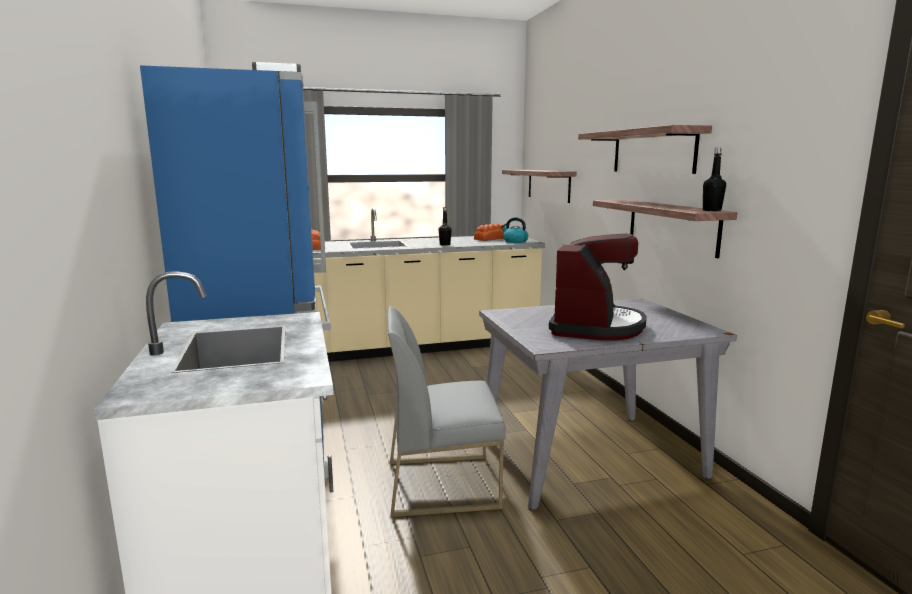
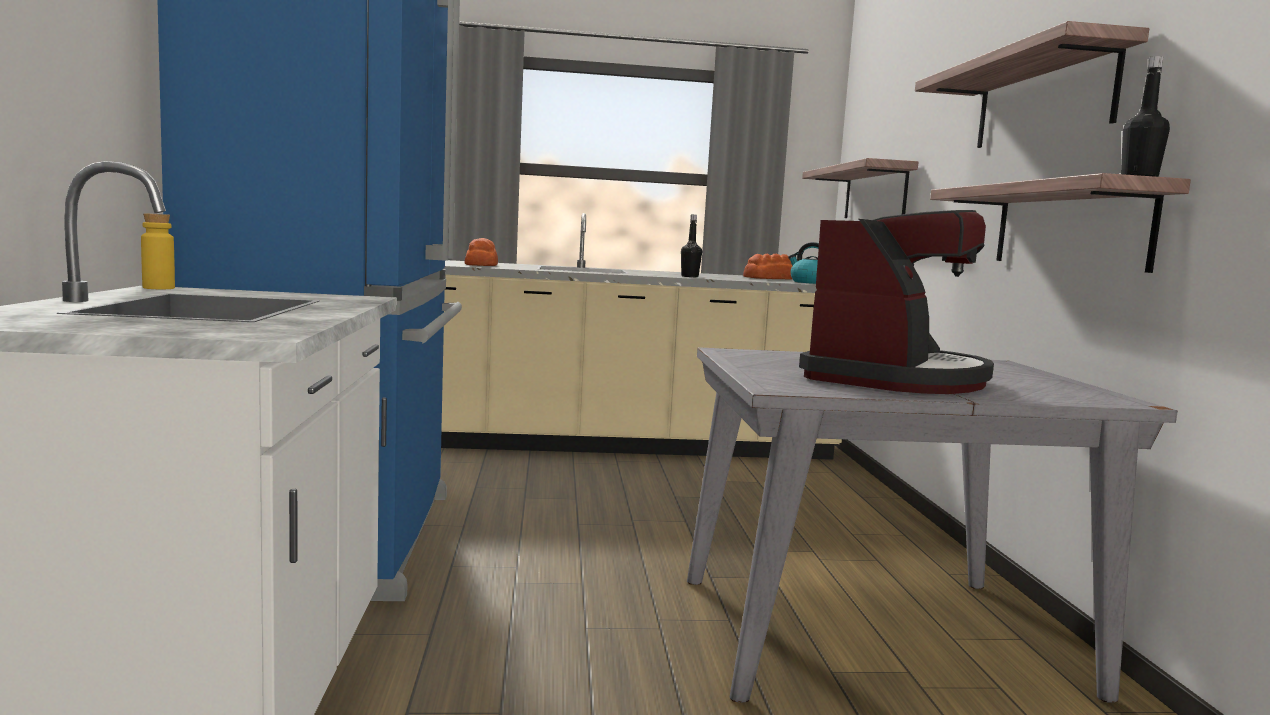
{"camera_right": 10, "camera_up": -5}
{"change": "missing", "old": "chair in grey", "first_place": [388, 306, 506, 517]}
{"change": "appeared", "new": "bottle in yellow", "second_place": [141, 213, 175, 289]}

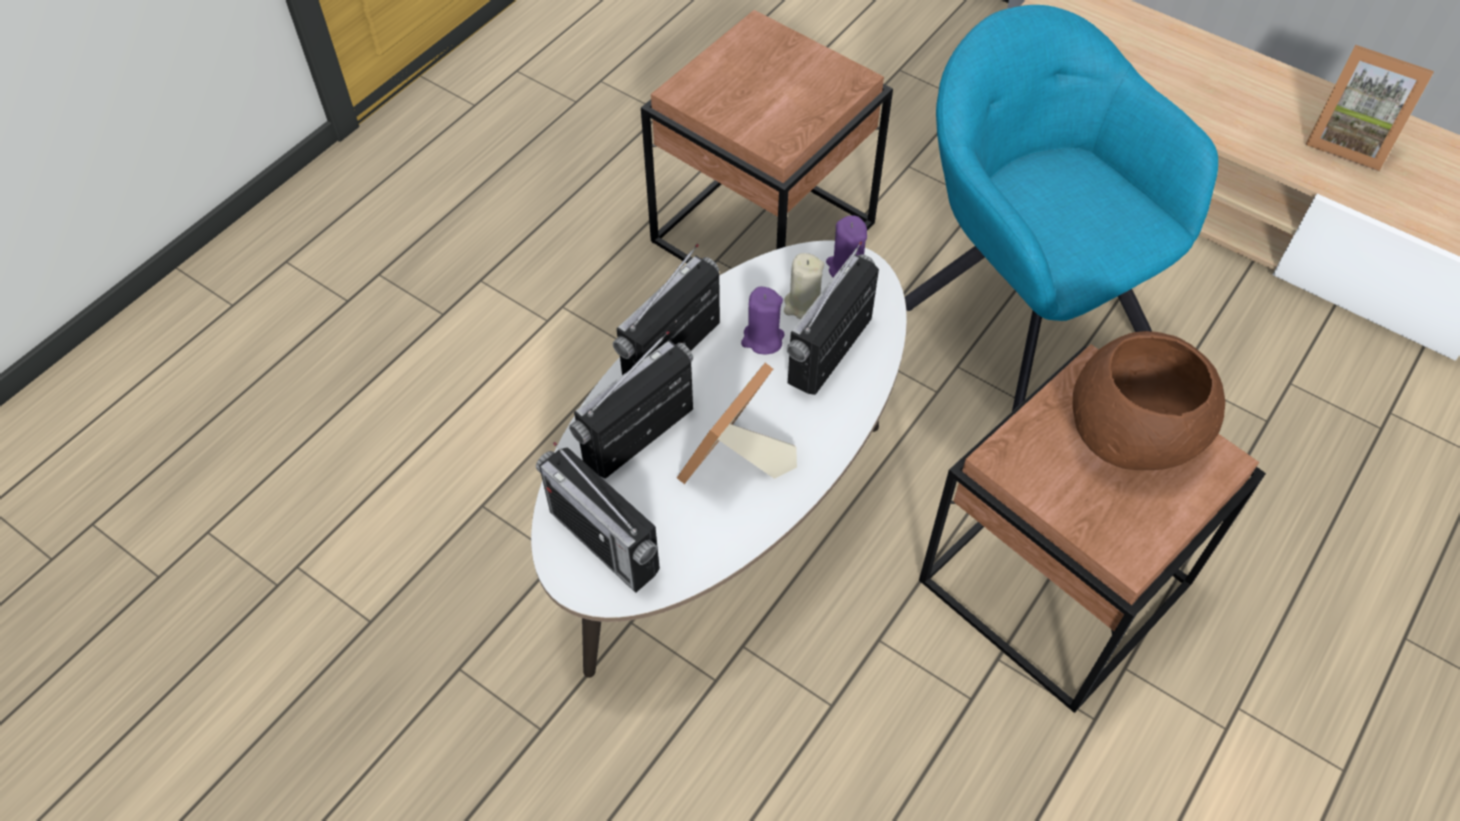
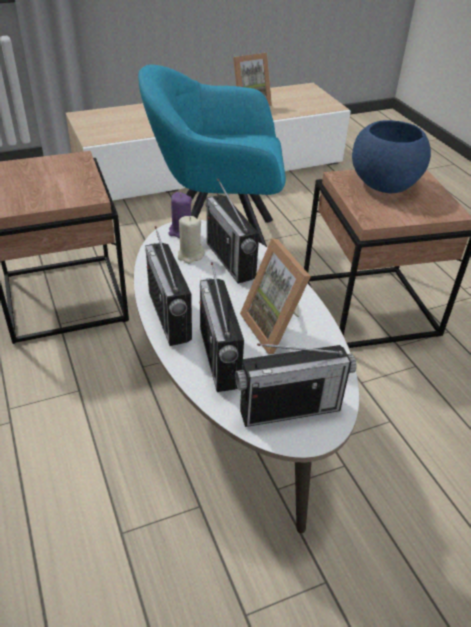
{"camera_right": -60, "camera_up": -15}
{"change": "missing", "old": "candle in purple", "first_place": [741, 287, 785, 354]}
{"change": "colour", "old": "bowl in brown", "new": "bowl in blue", "first_place": [1072, 331, 1225, 470], "second_place": [352, 120, 431, 193]}

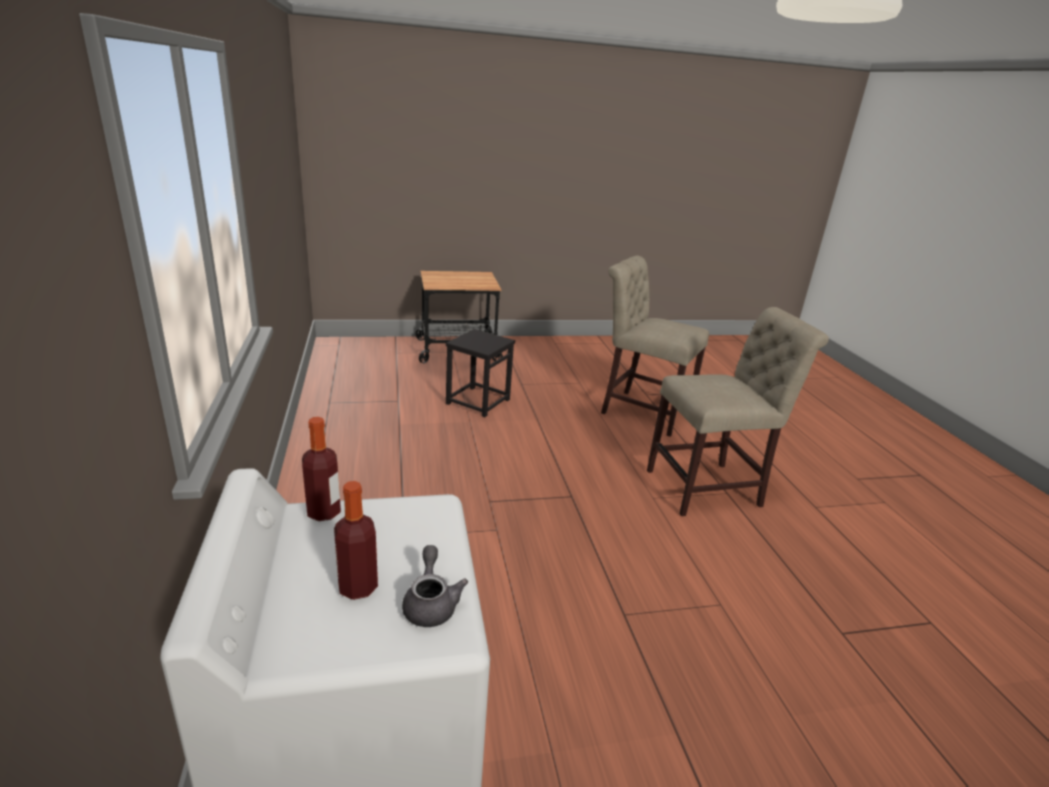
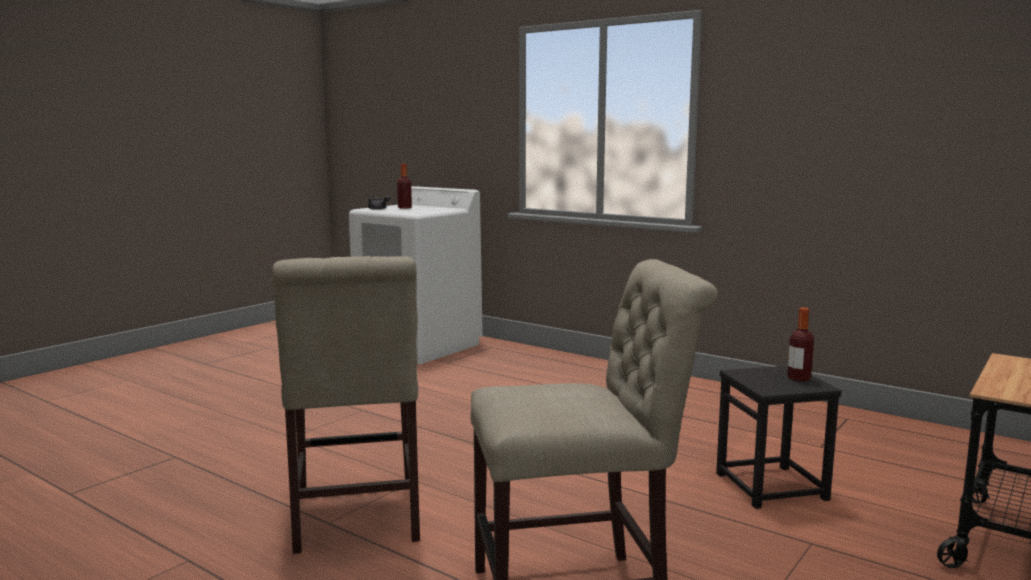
{"camera_right": 140, "camera_up": -15}
{"change": "relocated", "old": "bottle", "first_place": [302, 417, 341, 521], "second_place": [787, 308, 814, 381]}
{"change": "spun", "old": "chair in beige", "first_place": [647, 307, 829, 516], "second_place": [272, 256, 420, 554], "degrees": -45}

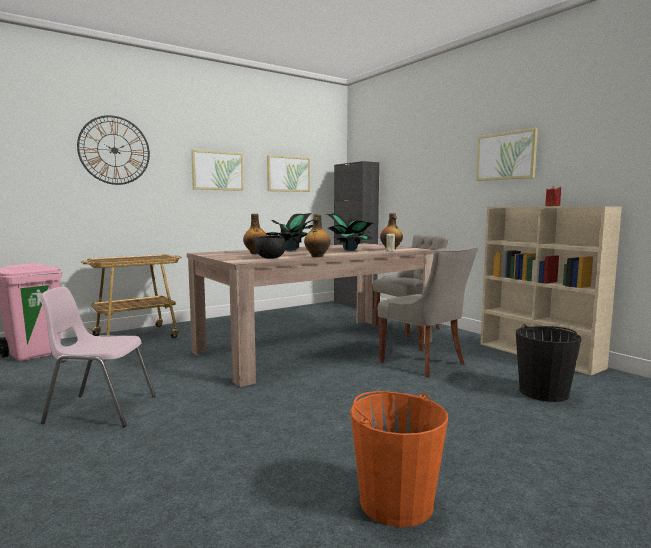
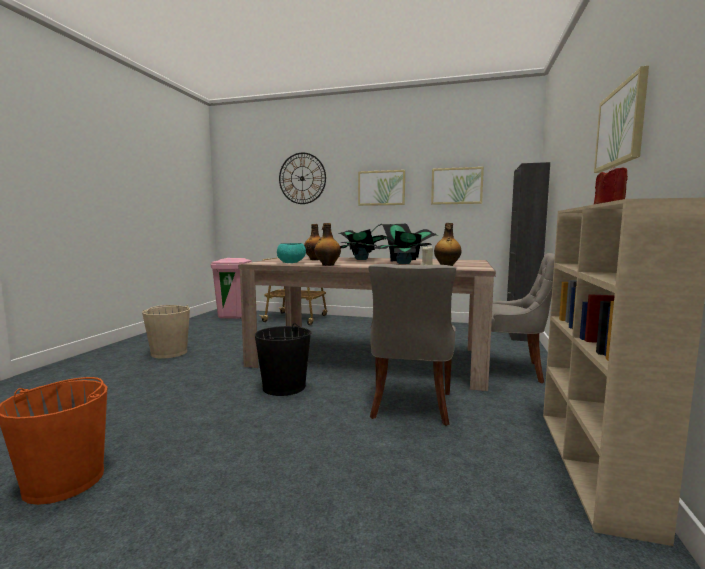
{"camera_right": 50, "camera_up": 0}
{"change": "exchanged", "old": "chair in pink", "new": "bucket in beige", "first_place": [40, 287, 156, 427], "second_place": [142, 305, 190, 359]}
{"change": "colour", "old": "bowl in black", "new": "bowl in turquoise", "first_place": [255, 236, 286, 259], "second_place": [277, 243, 306, 263]}
{"change": "relocated", "old": "bucket in black", "first_place": [516, 324, 581, 402], "second_place": [255, 323, 311, 396]}

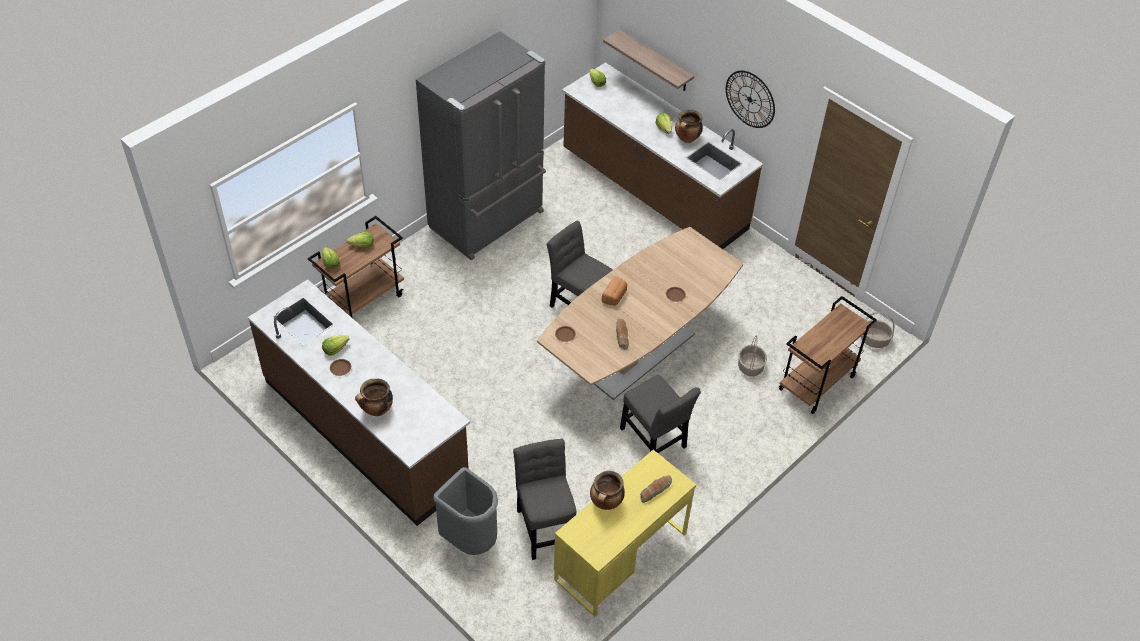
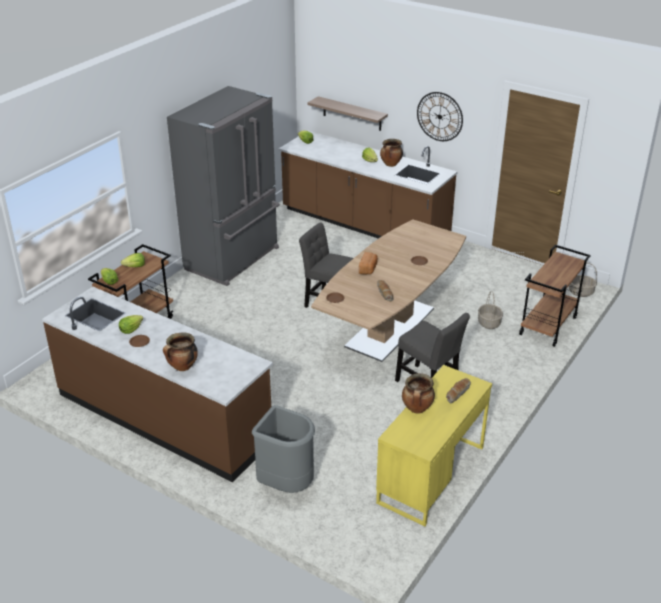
{"camera_right": -10, "camera_up": -15}
{"change": "missing", "old": "chair in grey", "first_place": [513, 439, 576, 560]}

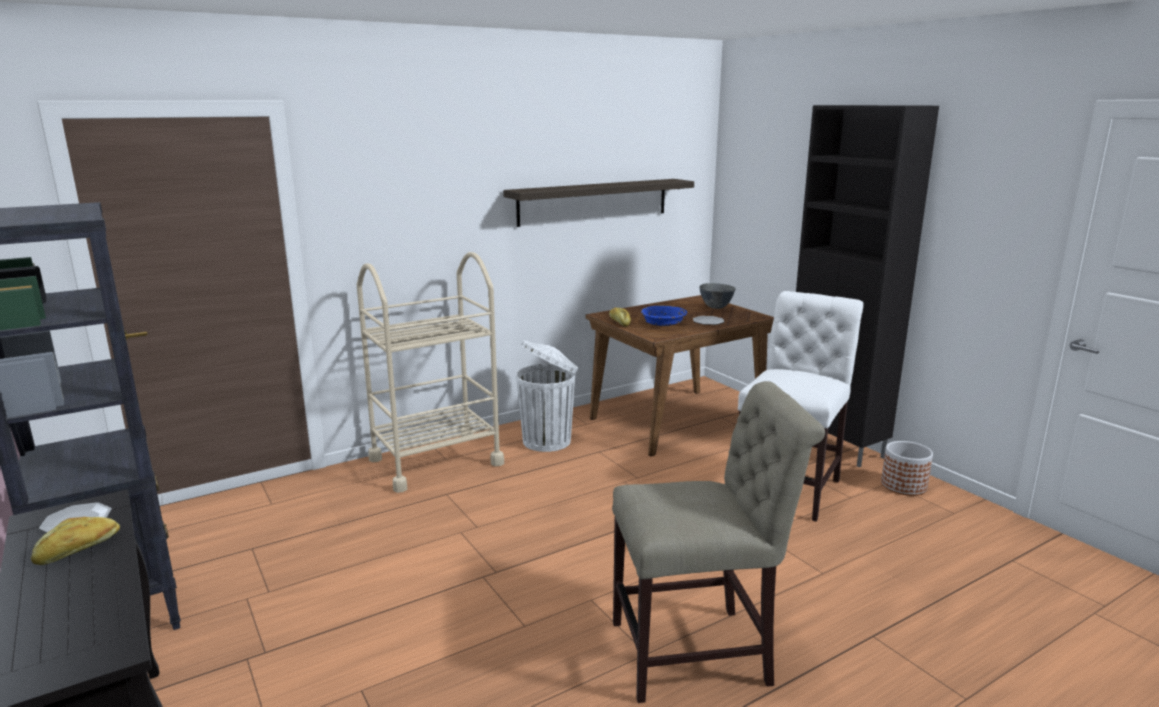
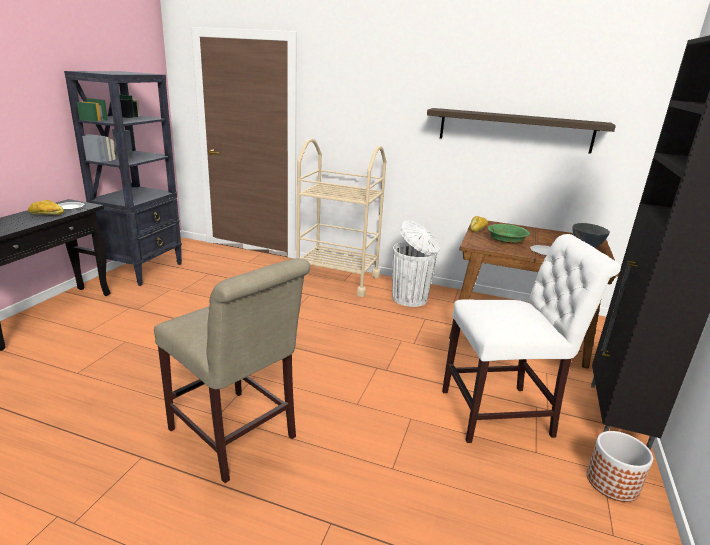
{"camera_right": 50, "camera_up": 5}
{"change": "colour", "old": "bowl in blue", "new": "bowl in green", "first_place": [641, 305, 687, 326], "second_place": [488, 224, 530, 243]}

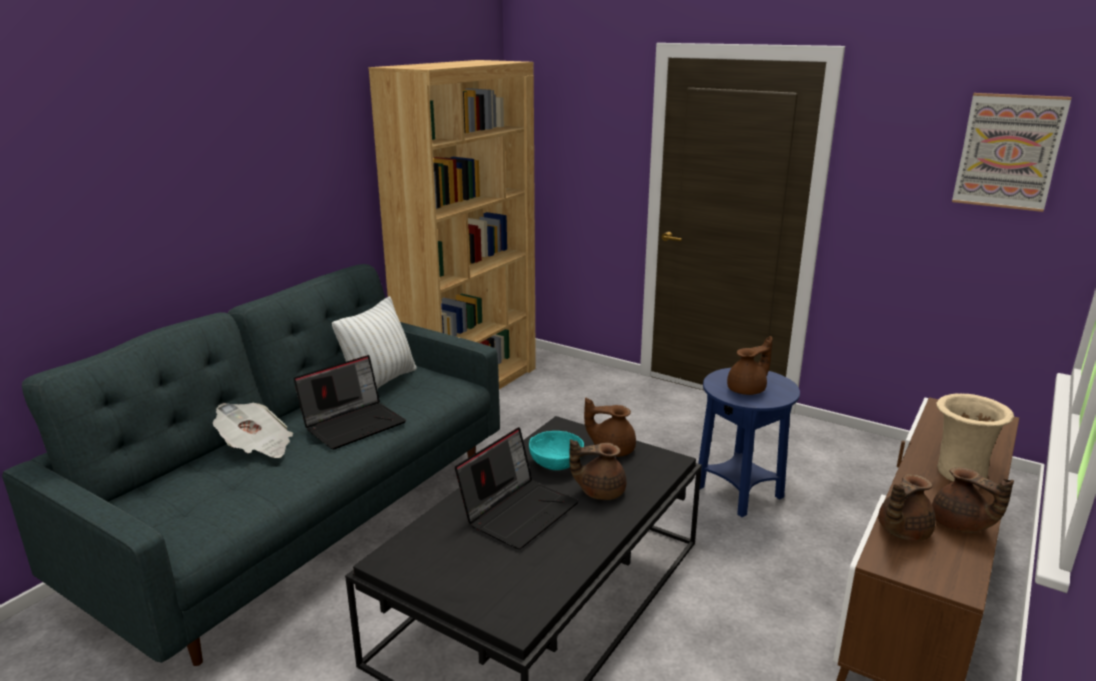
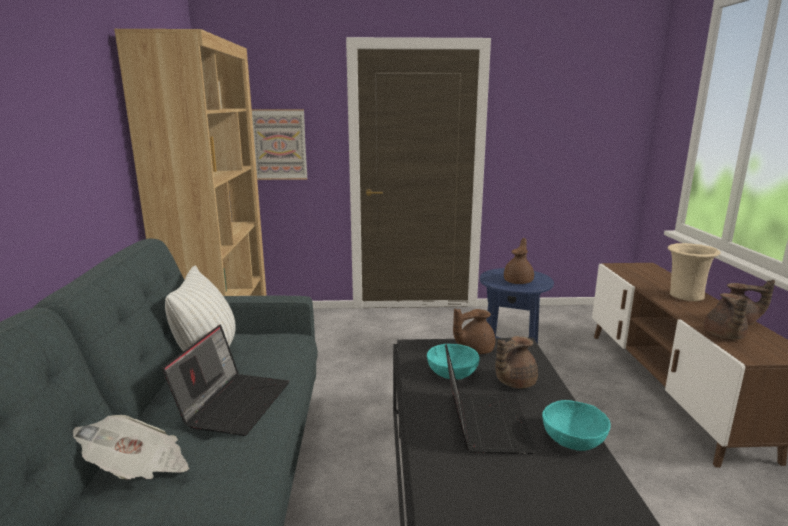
{"camera_right": -35, "camera_up": -5}
{"change": "relocated", "old": "picture", "first_place": [952, 93, 1071, 212], "second_place": [252, 109, 307, 180]}
{"change": "appeared", "new": "bowl in turquoise", "second_place": [542, 400, 611, 451]}

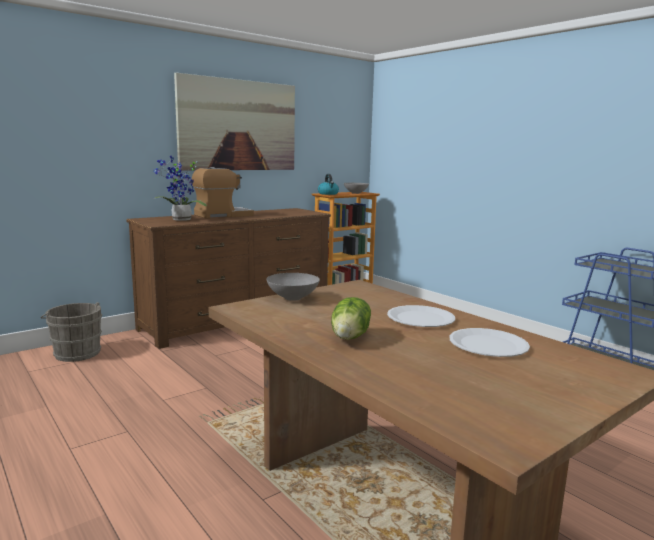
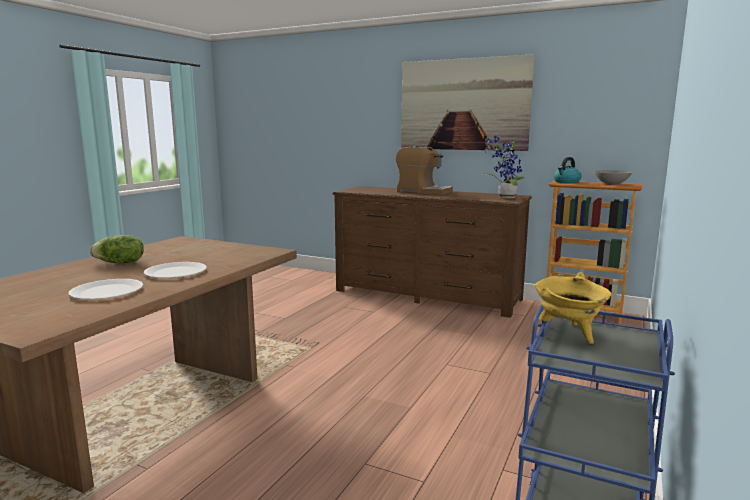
{"camera_right": 65, "camera_up": 0}
{"change": "missing", "old": "bucket in grey", "first_place": [40, 302, 102, 362]}
{"change": "relocated", "old": "potted plant", "first_place": [153, 156, 207, 221], "second_place": [480, 136, 524, 198]}
{"change": "missing", "old": "bowl in grey", "first_place": [266, 273, 320, 301]}
{"change": "appeared", "new": "cooking pot in yellow", "second_place": [534, 272, 612, 344]}

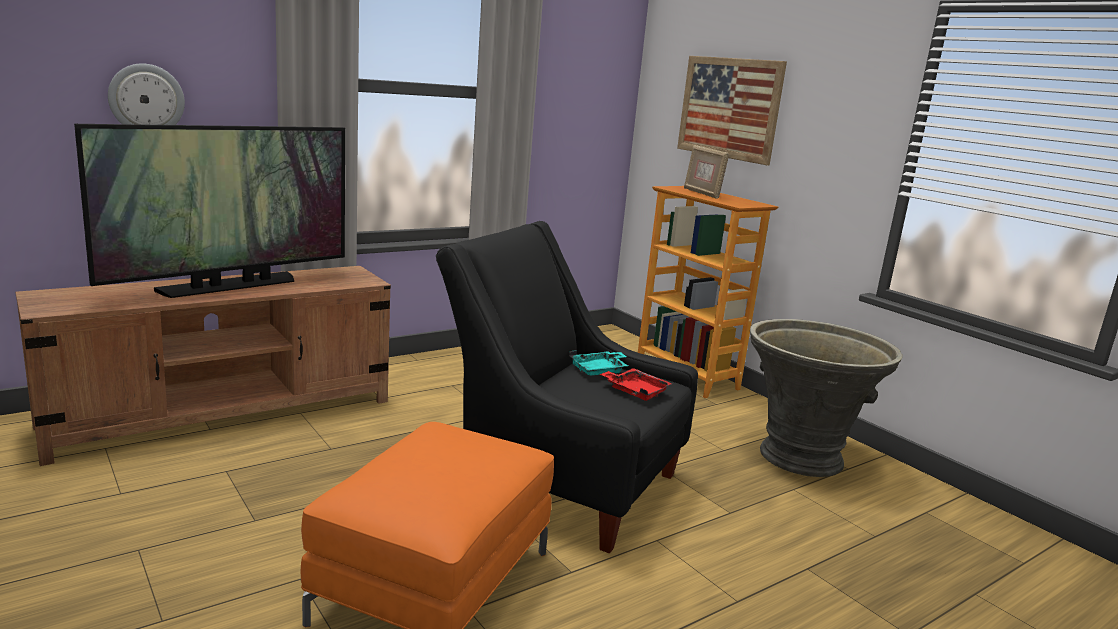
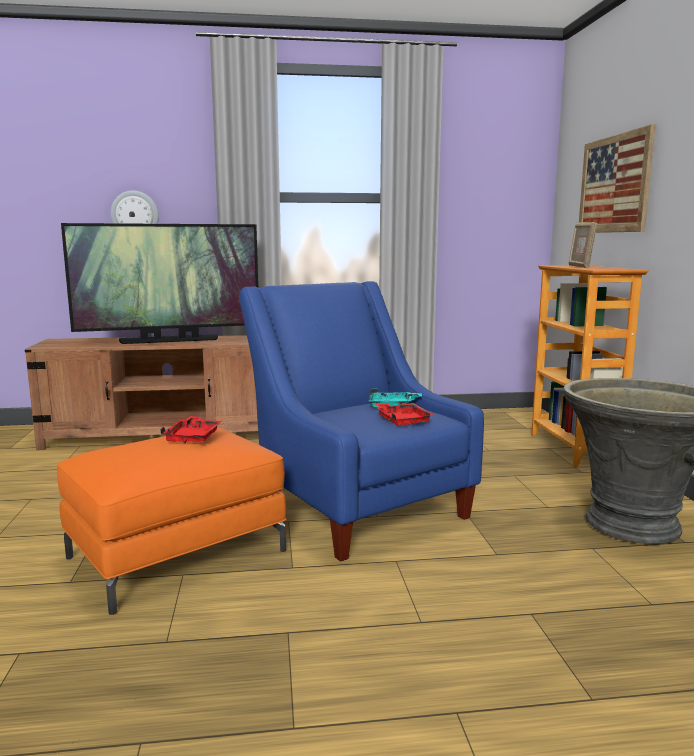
{"camera_right": 30, "camera_up": -5}
{"change": "colour", "old": "armchair in black", "new": "armchair in blue", "first_place": [436, 221, 698, 553], "second_place": [239, 281, 484, 562]}
{"change": "appeared", "new": "tray in red", "second_place": [160, 416, 222, 444]}

